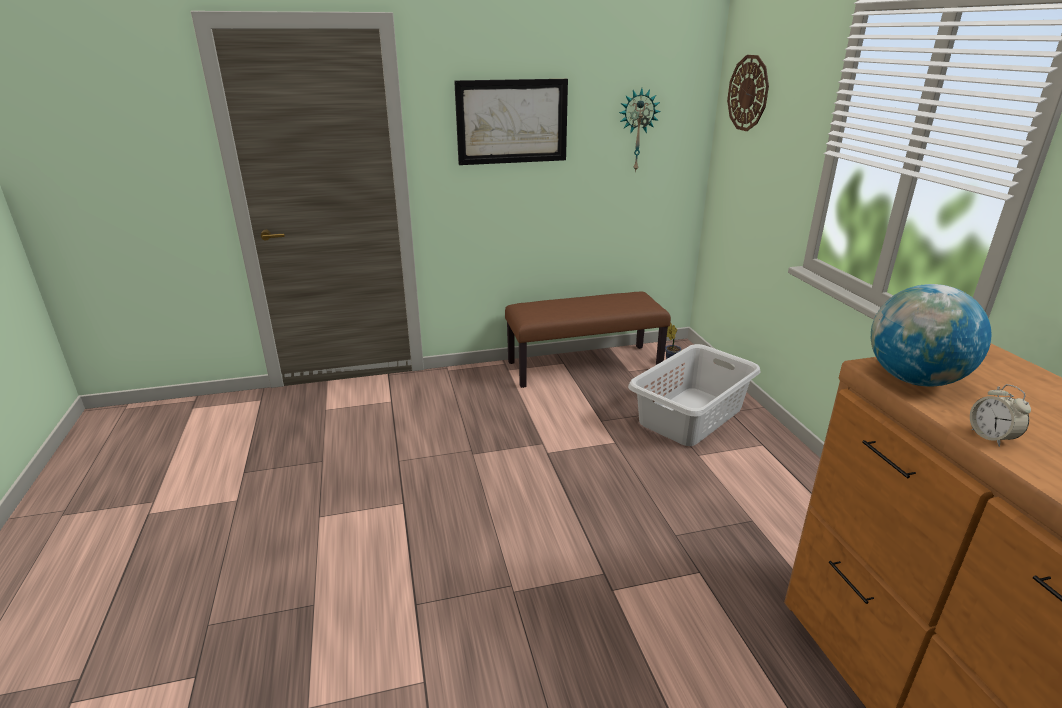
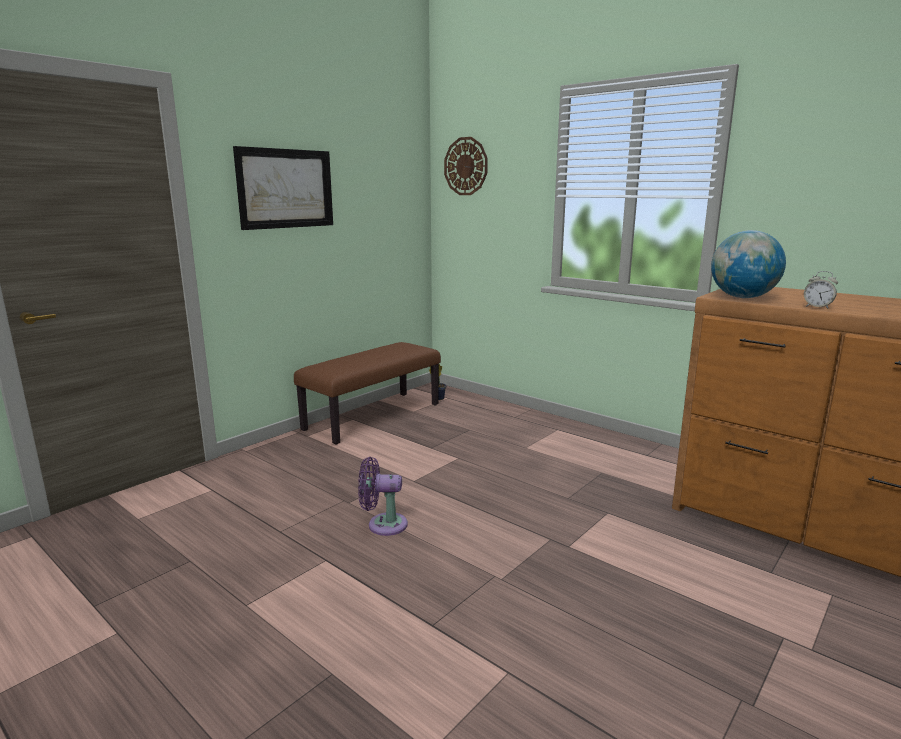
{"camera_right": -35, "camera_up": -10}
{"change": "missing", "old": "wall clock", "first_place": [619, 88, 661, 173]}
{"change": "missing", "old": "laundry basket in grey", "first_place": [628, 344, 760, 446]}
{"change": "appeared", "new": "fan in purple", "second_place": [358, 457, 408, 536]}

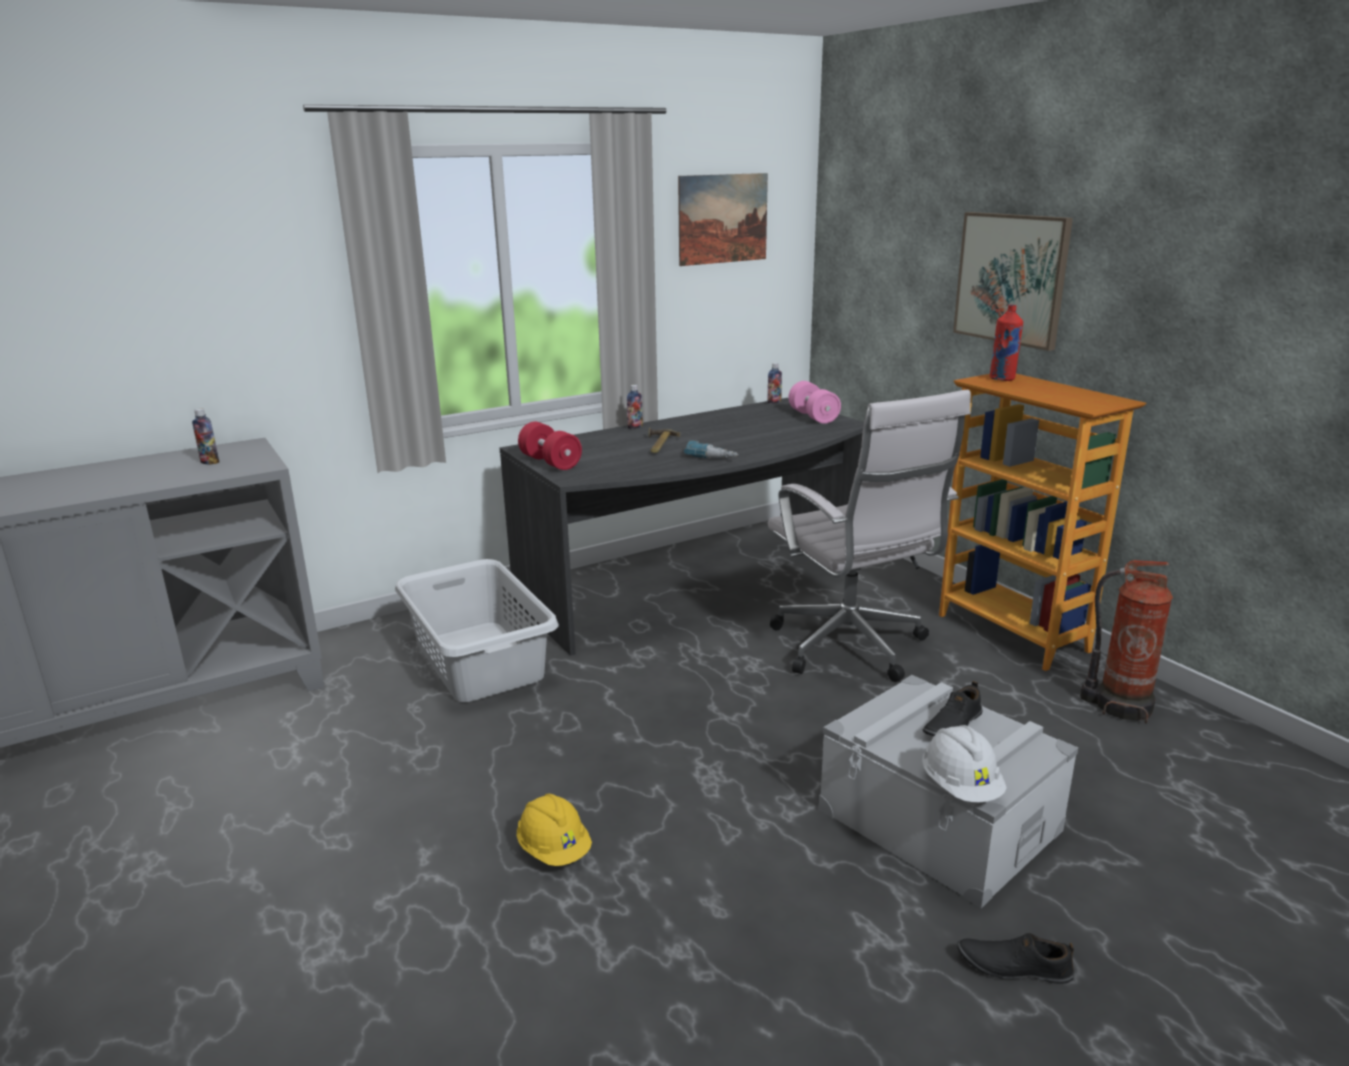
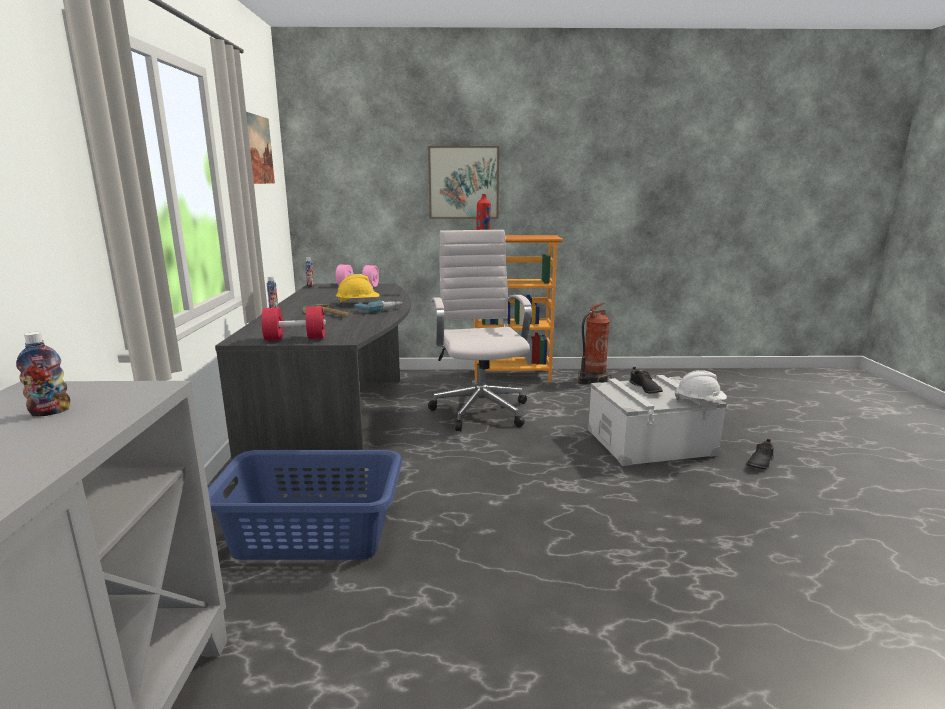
{"camera_right": -60, "camera_up": -5}
{"change": "colour", "old": "laundry basket in grey", "new": "laundry basket in blue", "first_place": [395, 559, 559, 702], "second_place": [208, 450, 402, 560]}
{"change": "relocated", "old": "hard hat in yellow", "first_place": [517, 794, 592, 866], "second_place": [335, 274, 380, 305]}
{"change": "spun", "old": "office chair in white", "first_place": [768, 390, 971, 682], "second_place": [428, 230, 532, 432], "degrees": -105}

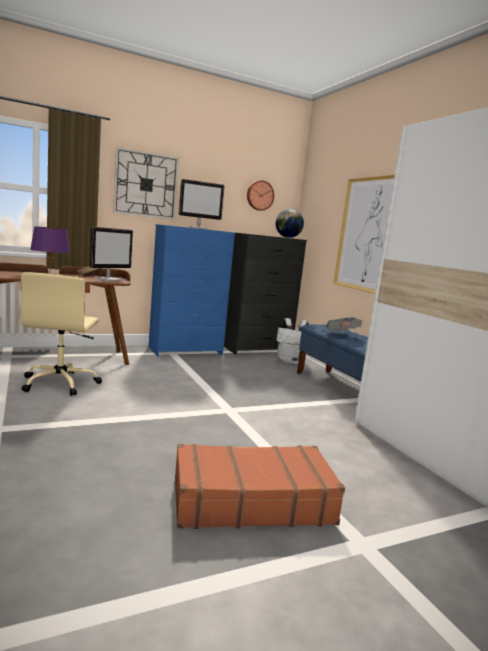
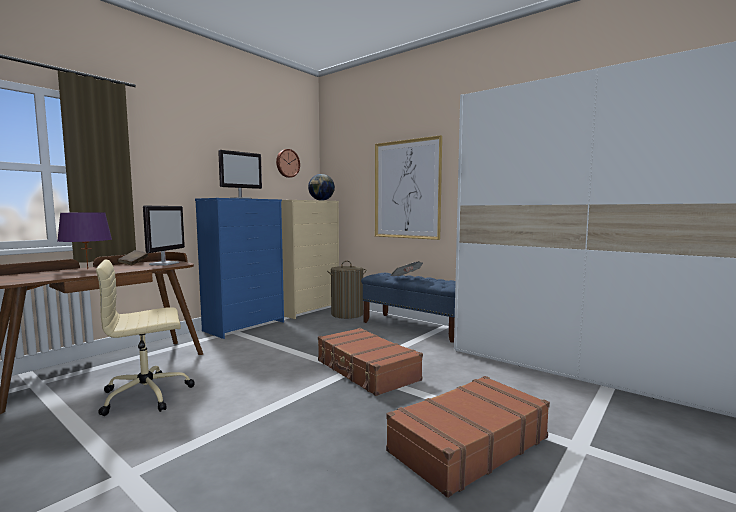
{"camera_right": -25, "camera_up": -5}
{"change": "spun", "old": "office chair in beige", "first_place": [21, 272, 102, 396], "second_place": [96, 260, 195, 416], "degrees": 90}
{"change": "missing", "old": "wall clock", "first_place": [113, 147, 179, 220]}
{"change": "colour", "old": "dresser in black", "new": "dresser in beige", "first_place": [224, 233, 307, 355], "second_place": [281, 200, 339, 319]}
{"change": "exchanged", "old": "backpack in white", "new": "laundry basket", "first_place": [277, 318, 308, 364], "second_place": [327, 261, 366, 319]}
{"change": "appeared", "new": "suitcase in brown", "second_place": [318, 328, 423, 396]}

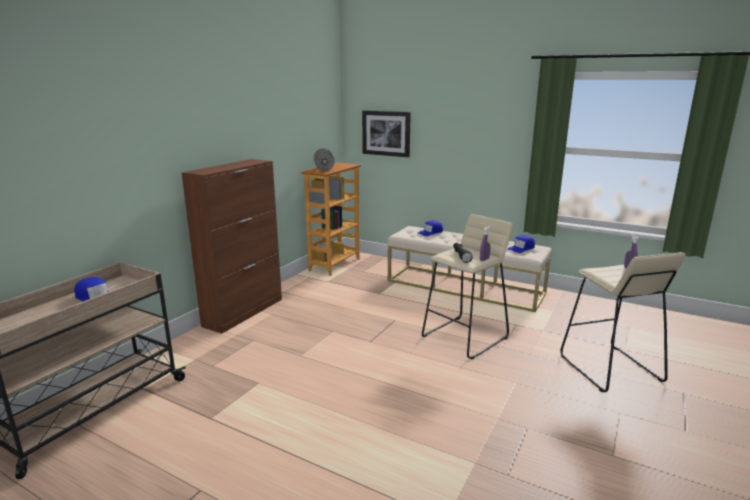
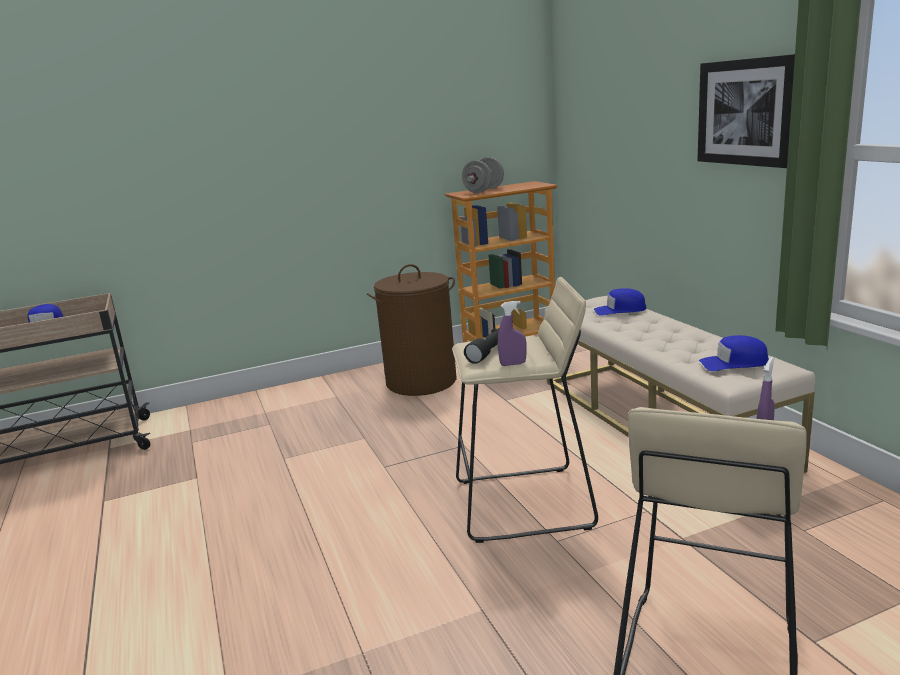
{"camera_right": 40, "camera_up": 0}
{"change": "missing", "old": "cabinet in brown", "first_place": [181, 159, 282, 334]}
{"change": "relocated", "old": "picture", "first_place": [362, 110, 411, 157], "second_place": [697, 54, 795, 168]}
{"change": "appeared", "new": "laundry basket in brown", "second_place": [367, 264, 457, 396]}

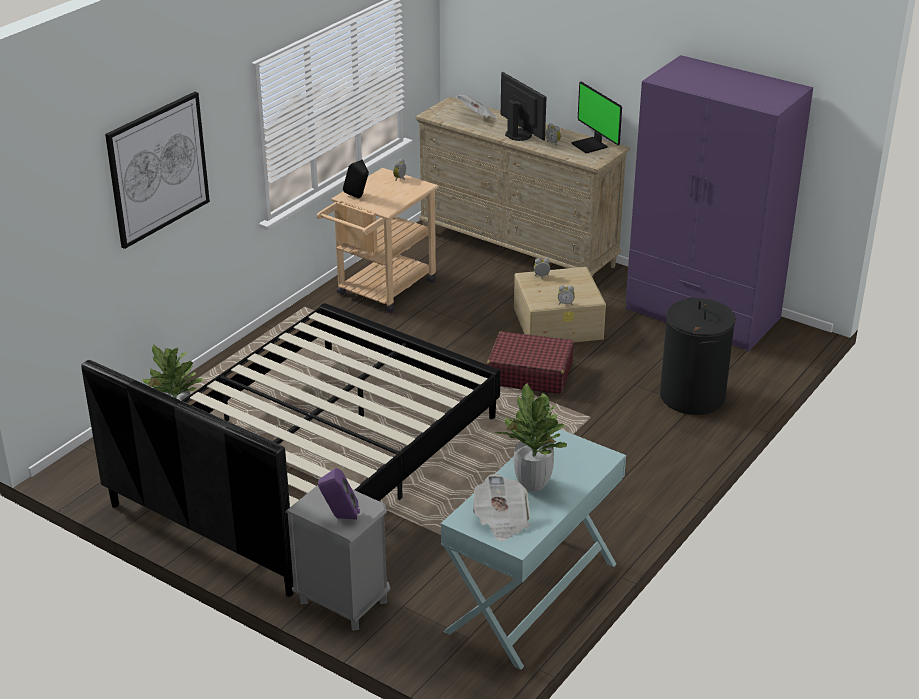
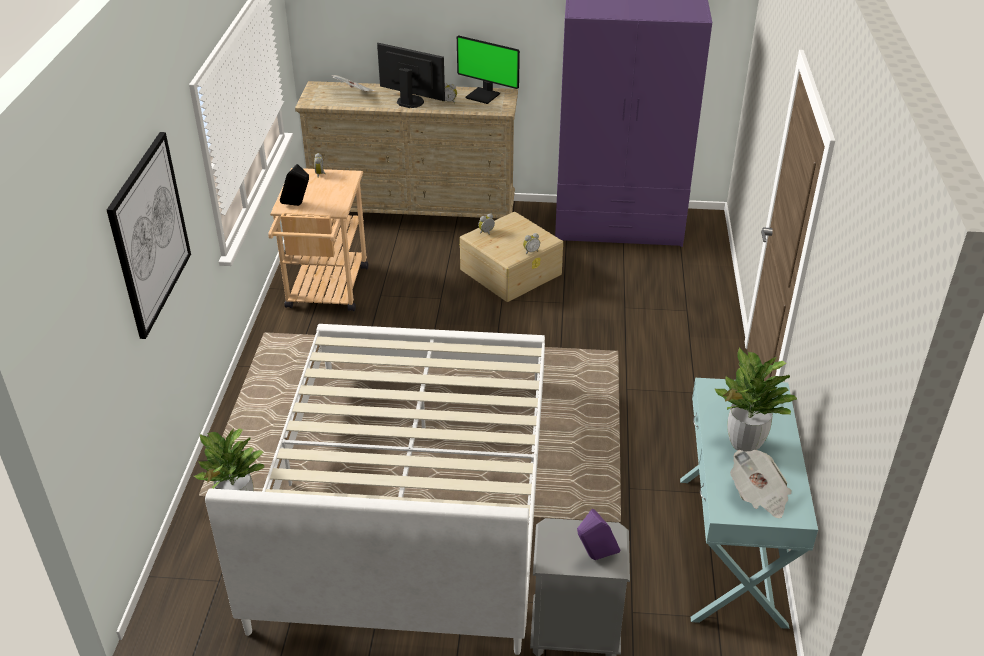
{"camera_right": -30, "camera_up": 5}
{"change": "colour", "old": "bed in black", "new": "bed in white", "first_place": [81, 303, 501, 597], "second_place": [205, 324, 545, 655]}
{"change": "missing", "old": "suitcase in red", "first_place": [487, 331, 574, 394]}
{"change": "missing", "old": "laundry basket in black", "first_place": [660, 297, 736, 415]}

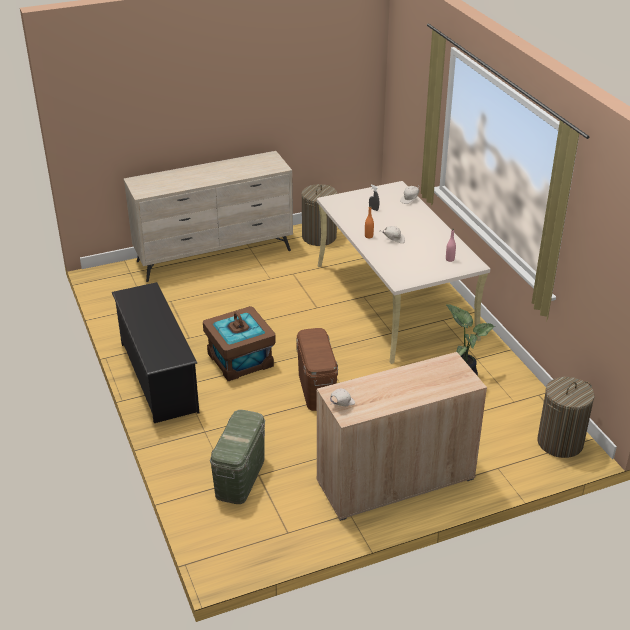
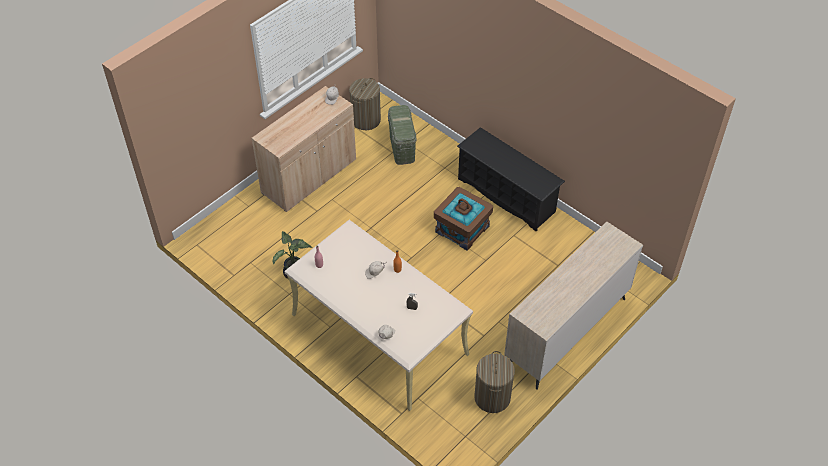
{"camera_right": 155, "camera_up": 15}
{"change": "missing", "old": "storage box in brown", "first_place": [296, 328, 338, 411]}
{"change": "relocated", "old": "laundry basket", "first_place": [537, 377, 594, 458], "second_place": [349, 78, 381, 130]}

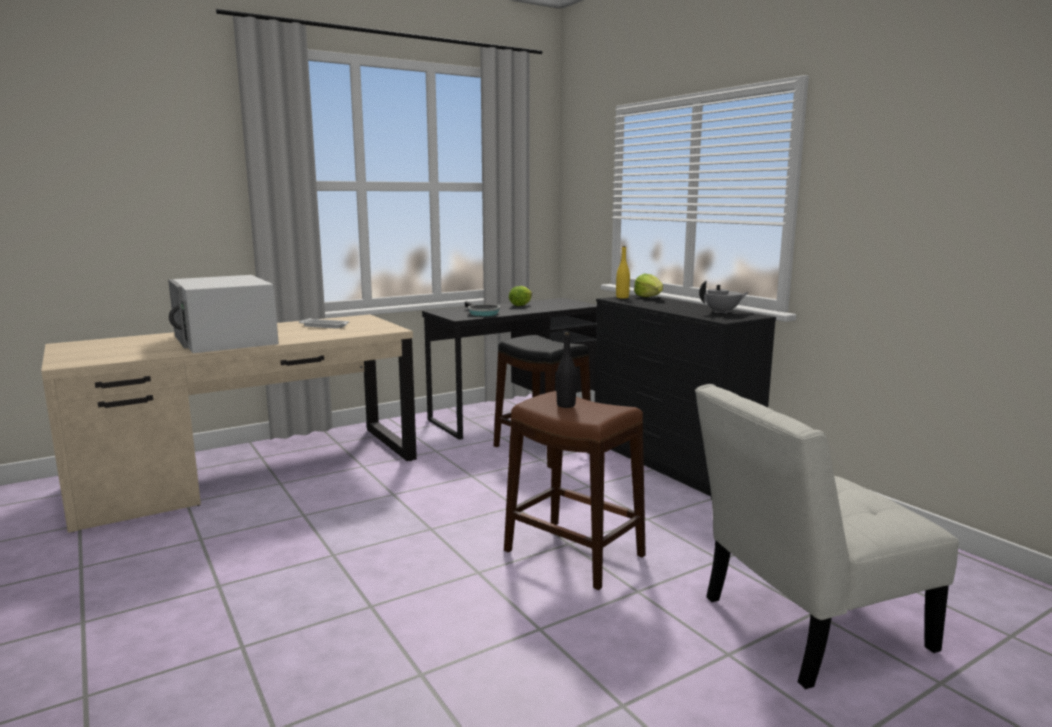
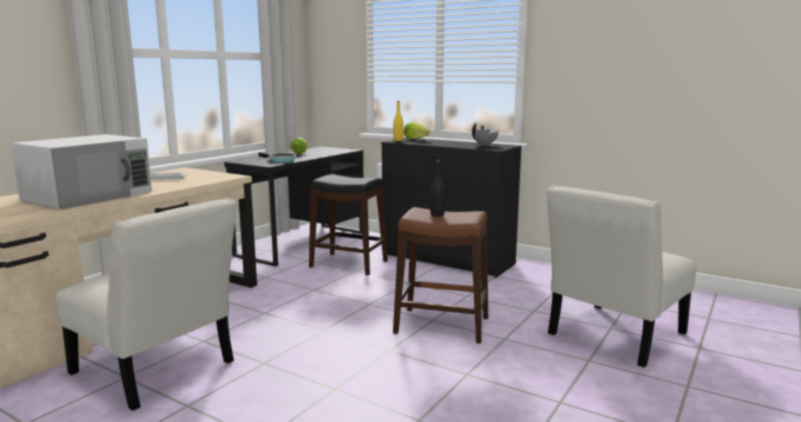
{"camera_right": -25, "camera_up": 0}
{"change": "spun", "old": "microwave in white", "first_place": [168, 275, 279, 353], "second_place": [11, 134, 152, 210], "degrees": -90}
{"change": "appeared", "new": "chair in white", "second_place": [55, 198, 237, 411]}

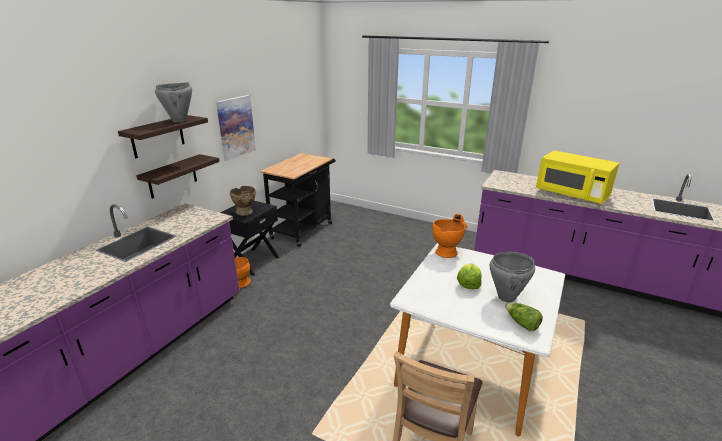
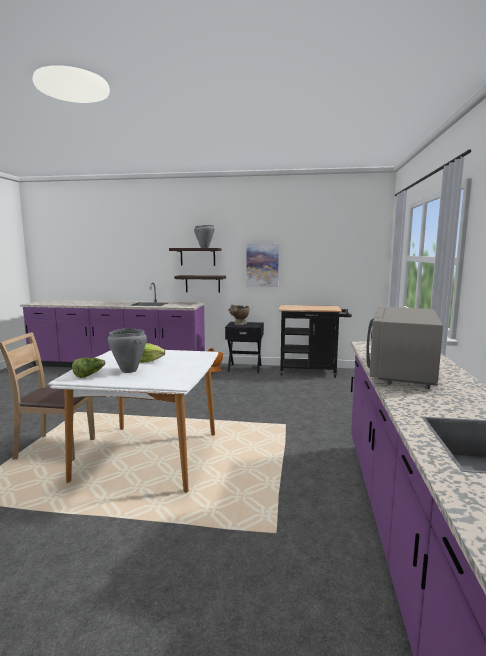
{"camera_right": 70, "camera_up": -15}
{"change": "missing", "old": "vase in orange", "first_place": [432, 214, 468, 258]}
{"change": "colour", "old": "microwave in yellow", "new": "microwave in grey", "first_place": [536, 150, 619, 204], "second_place": [366, 307, 443, 389]}

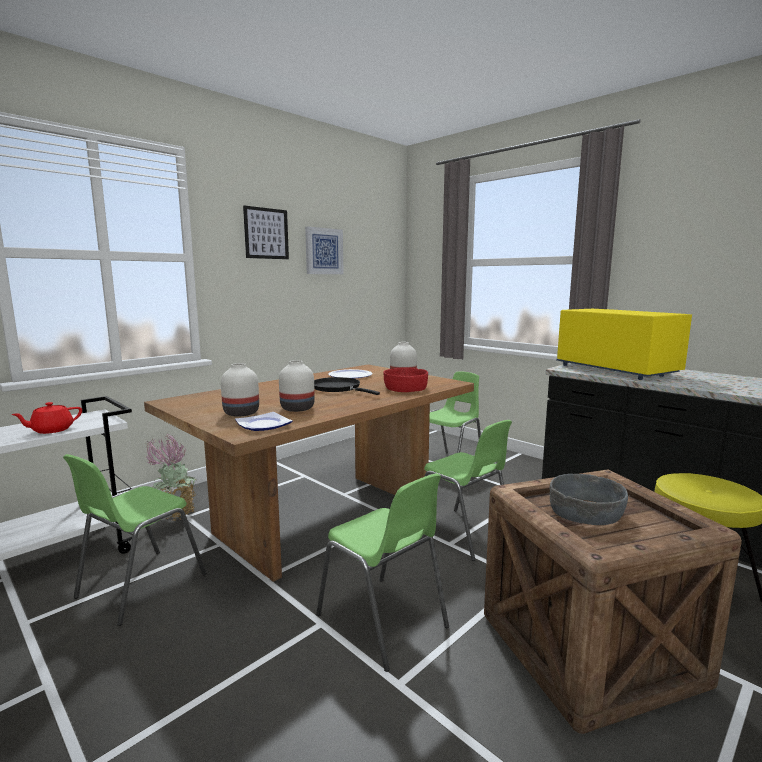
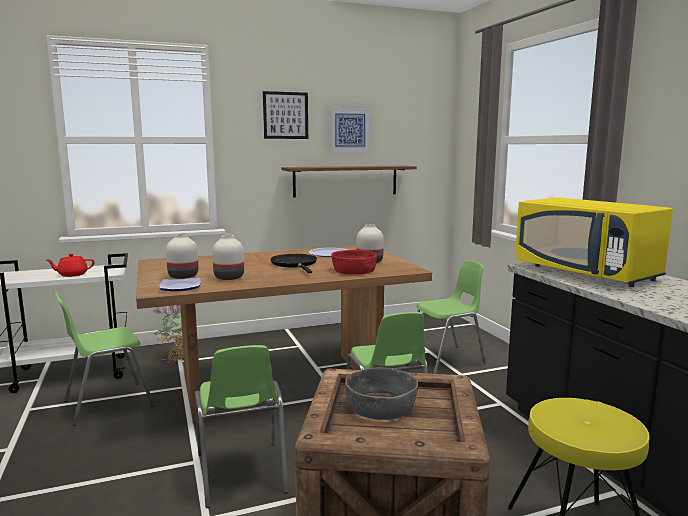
{"camera_right": 25, "camera_up": 0}
{"change": "spun", "old": "microwave in yellow", "first_place": [556, 309, 692, 380], "second_place": [515, 198, 673, 287], "degrees": 150}
{"change": "appeared", "new": "shelf", "second_place": [281, 165, 417, 198]}

